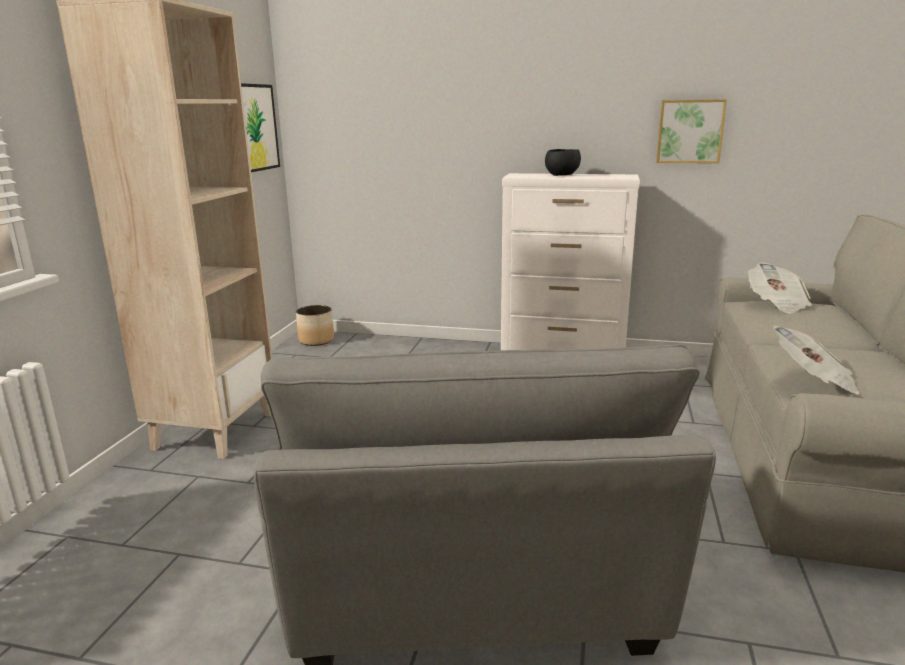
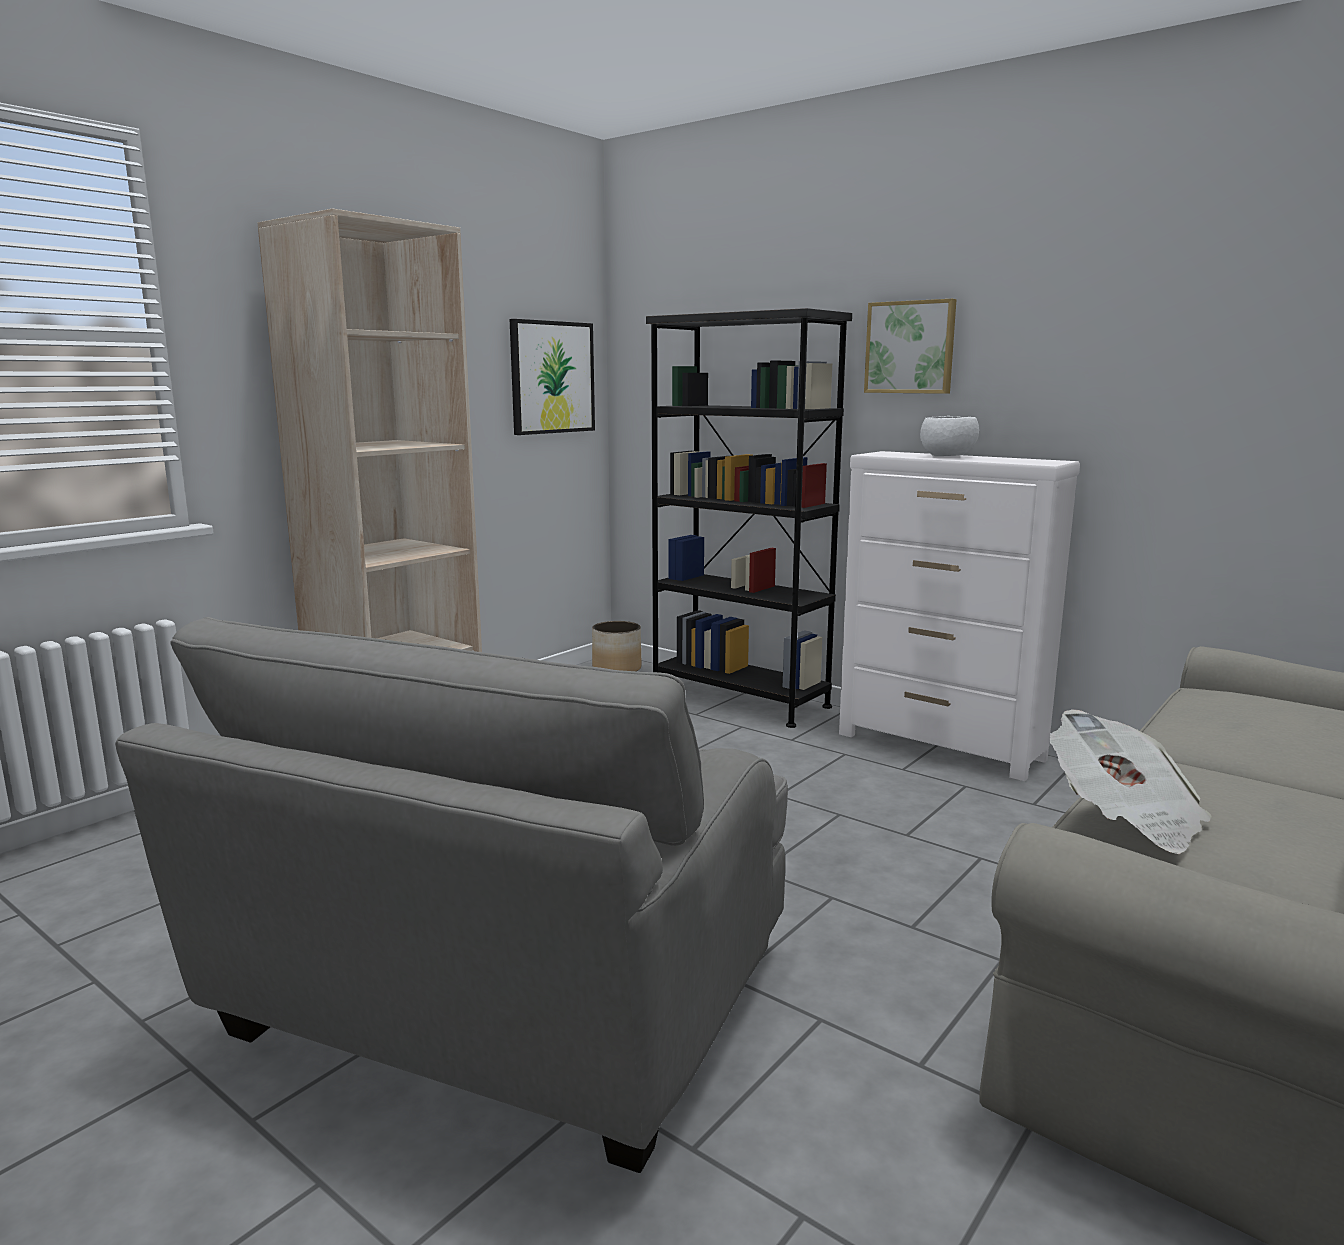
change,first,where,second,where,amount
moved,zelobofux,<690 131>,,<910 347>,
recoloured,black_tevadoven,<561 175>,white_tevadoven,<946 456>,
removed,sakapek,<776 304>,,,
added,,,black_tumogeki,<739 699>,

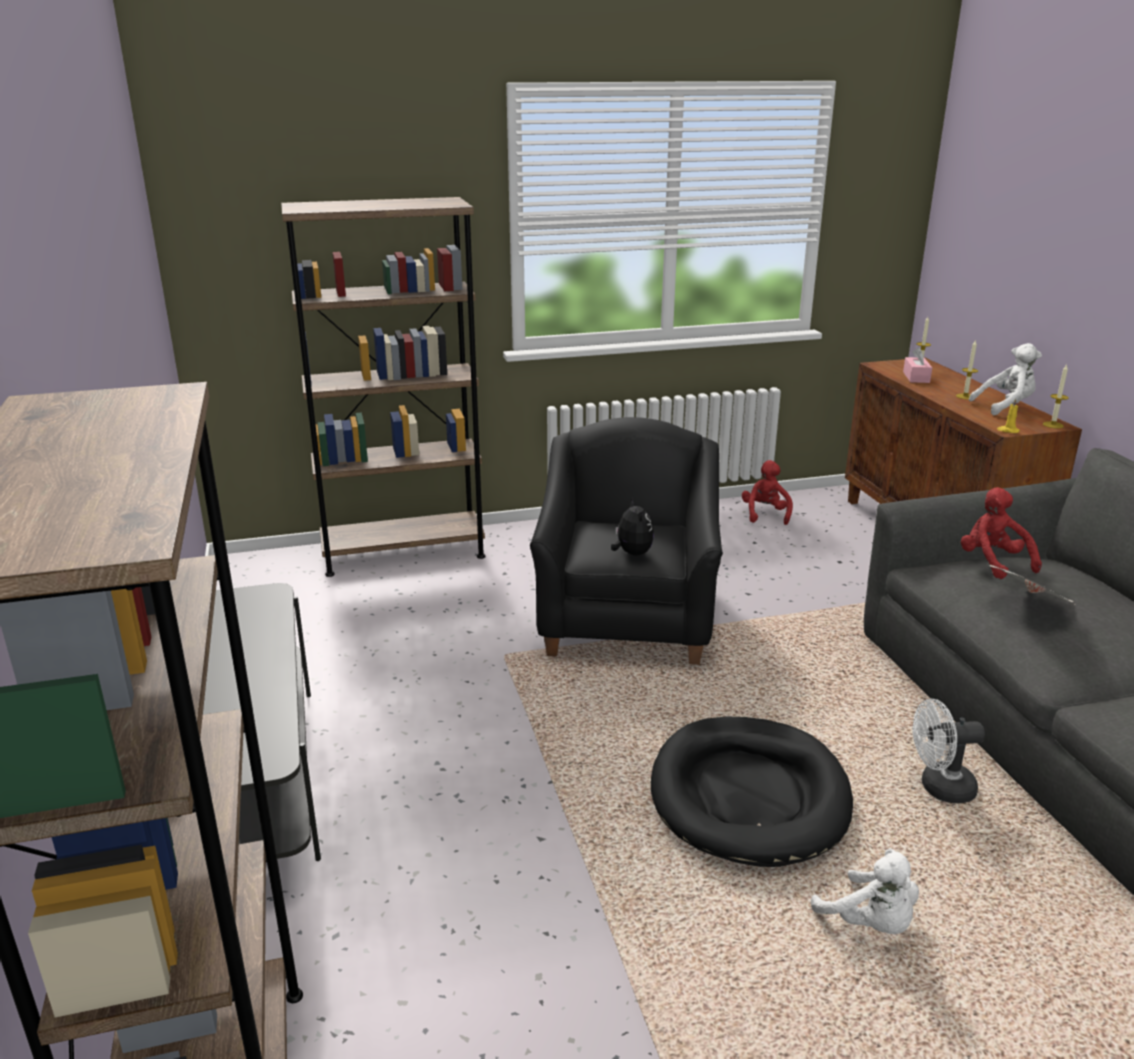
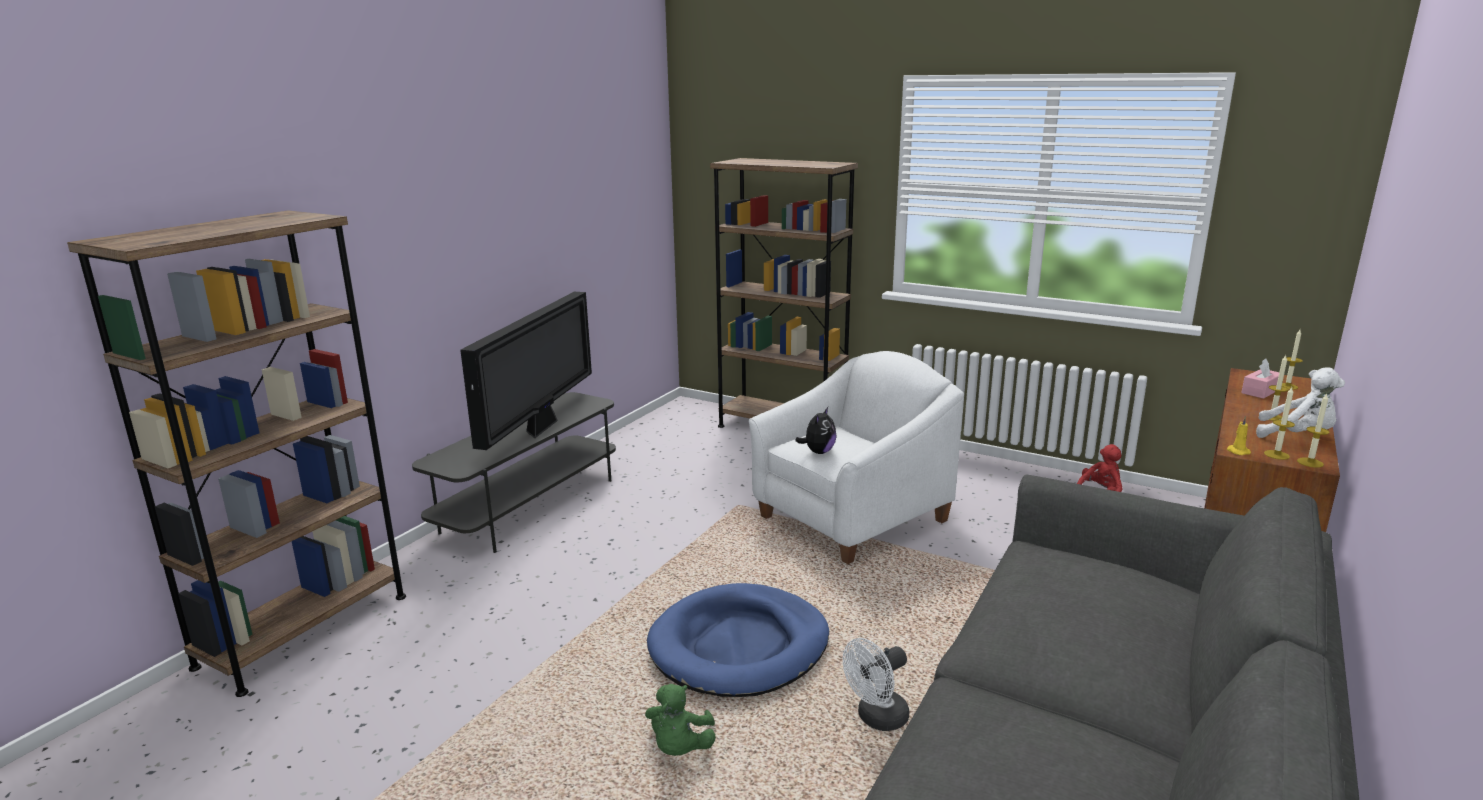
change,first,where,second,where,amount
recoloured,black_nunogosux,<627 619>,white_nunogosux,<851 519>,
removed,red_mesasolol,<992 562>,,,
removed,sakapek,<1031 606>,,,
turned,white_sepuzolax,<939 788>,,<876 719>,75 degrees counterclockwise
recoloured,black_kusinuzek,<749 795>,blue_kusinuzek,<739 646>,
recoloured,white_mesasolol,<870 923>,green_mesasolol,<680 748>,
added,,,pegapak,<542 427>,
added,,,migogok,<1276 455>,

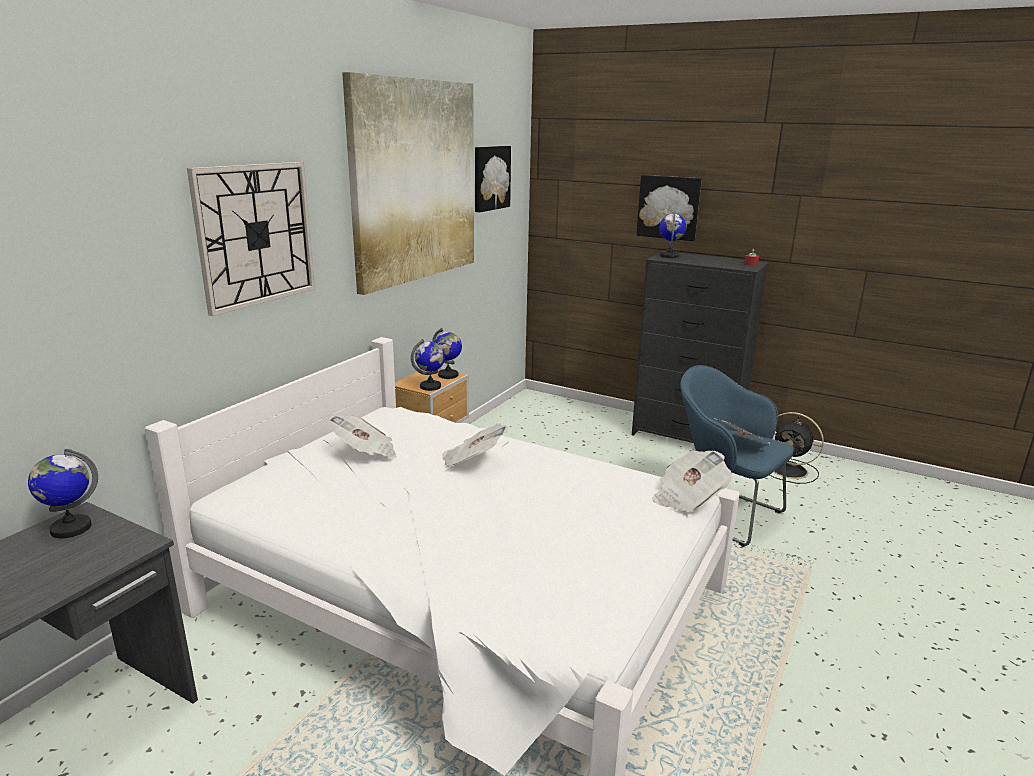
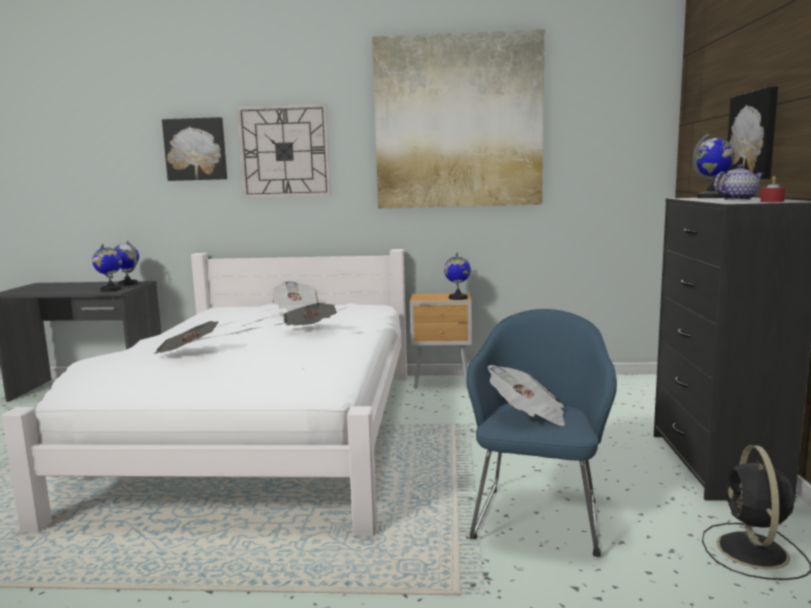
change,first,where,second,where,amount
moved,zelobofux,<490 178>,,<196 149>,
moved,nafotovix,<430 386>,,<111 290>,
moved,sakapek,<688 498>,,<188 354>,
added,,,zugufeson,<737 199>,

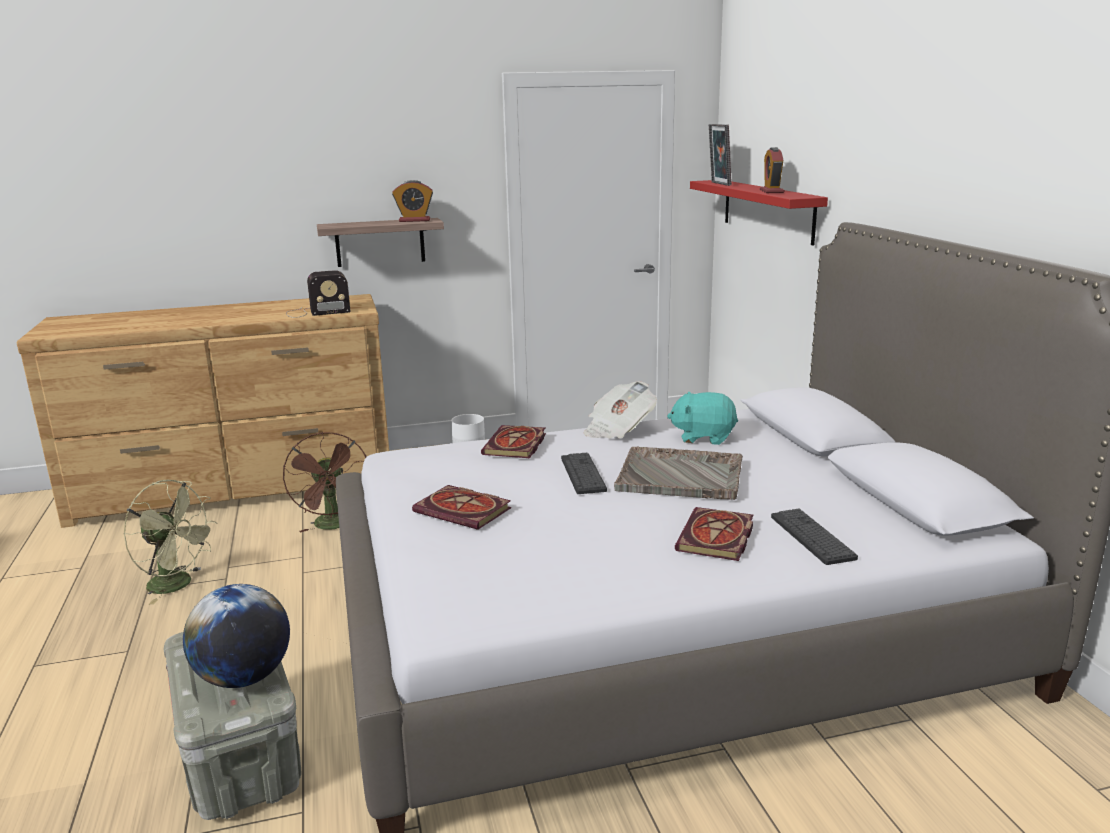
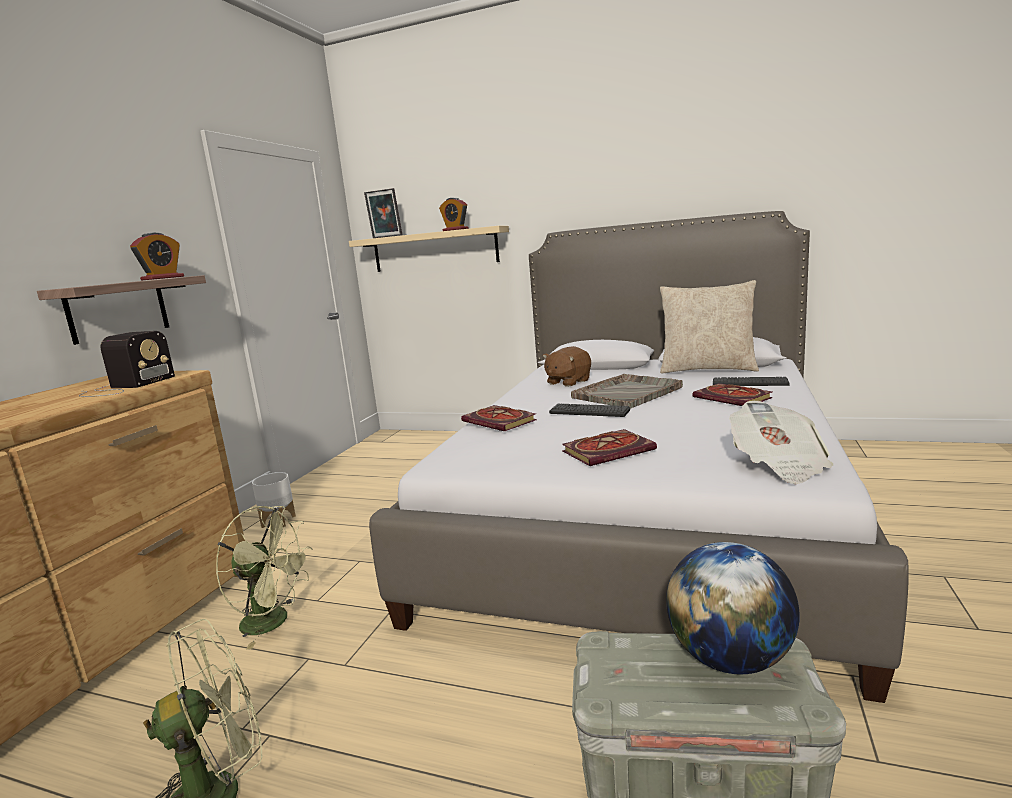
change,first,where,second,where,amount
recoloured,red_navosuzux,<767 210>,beige_navosuzux,<434 250>,
moved,sakapek,<618 429>,,<778 465>,
recoloured,turquoise_mesasolol,<703 437>,brown_mesasolol,<567 382>,
recoloured,brown_sepuzolax,<335 526>,green_sepuzolax,<274 622>,
added,,,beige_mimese,<707 369>,

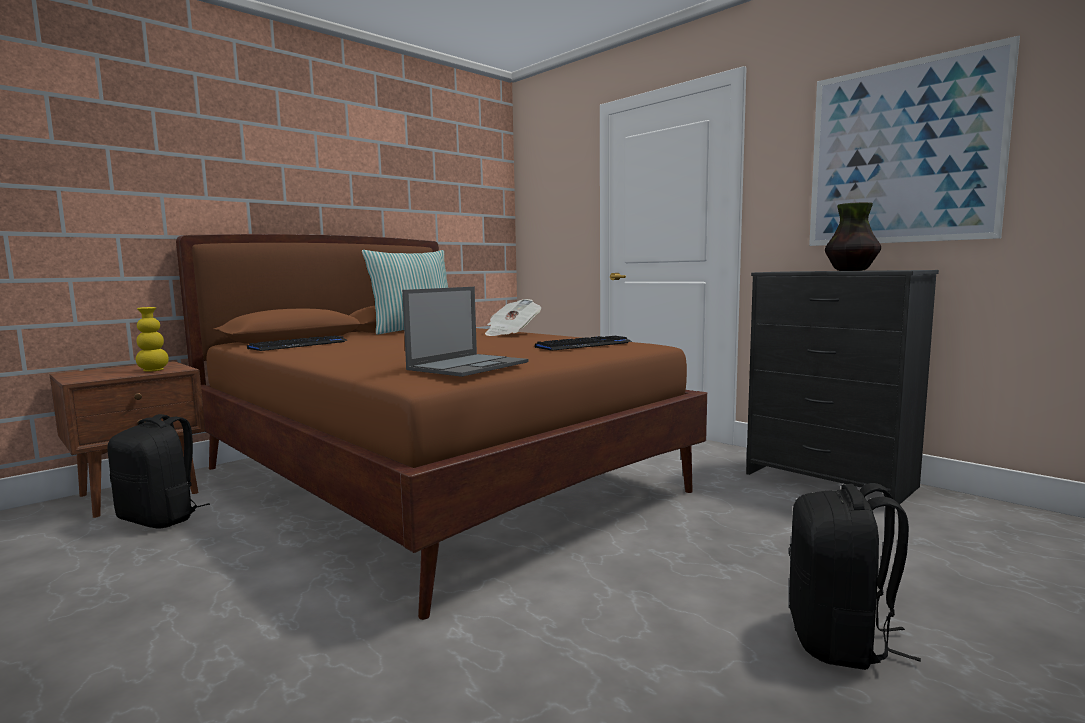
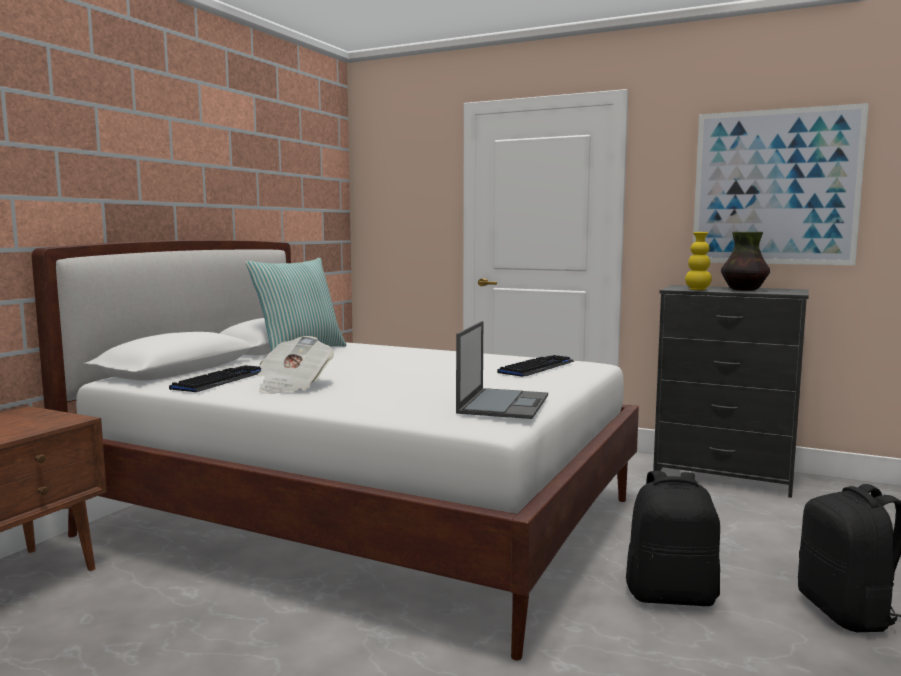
change,first,where,second,where,amount
recoloured,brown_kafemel,<434 479>,white_kafemel,<365 516>,
moved,sakapek,<511 333>,,<293 386>,
moved,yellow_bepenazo,<153 370>,,<697 290>,
moved,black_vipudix,<161 519>,,<671 595>,

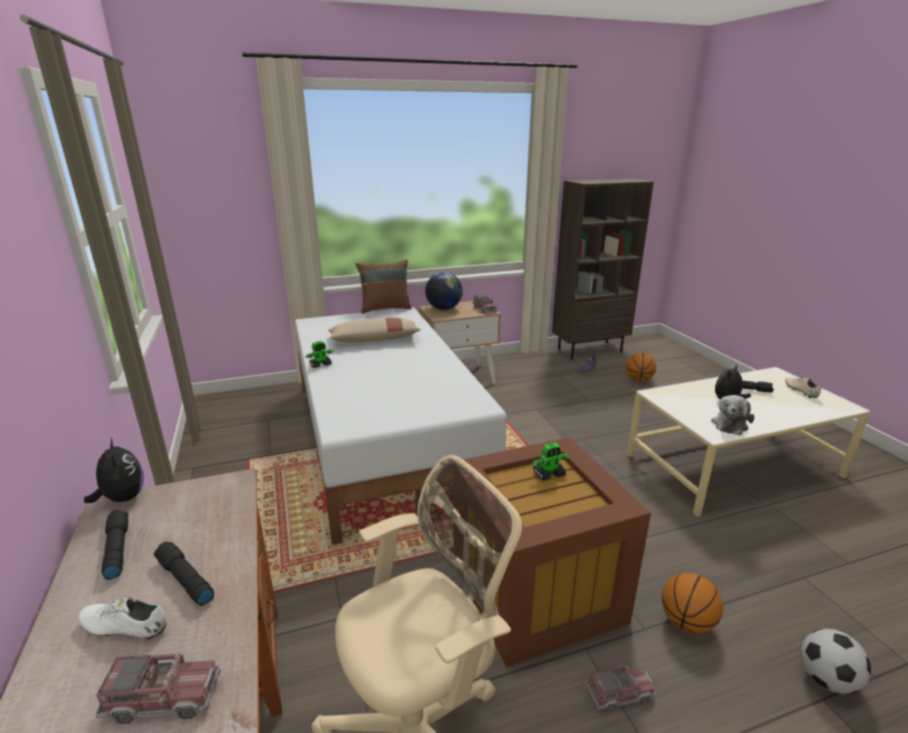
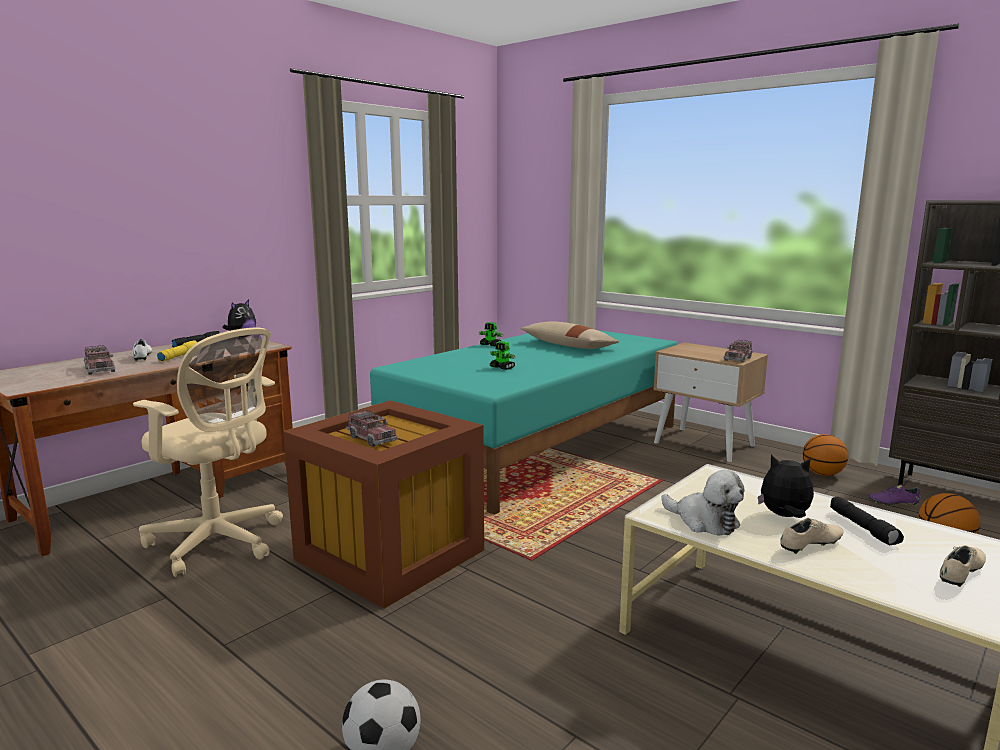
change,first,where,second,where,amount
removed,brown_mimese,<385 308>,,,
removed,nafotovix,<444 309>,,,
recoloured,white_kafemel,<386 437>,turquoise_kafemel,<538 446>,
turned,mesasolol,<730 424>,,<704 521>,135 degrees counterclockwise
moved,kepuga,<549 474>,,<502 368>,
recoloured,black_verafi,<184 580>,yellow_verafi,<179 356>,
moved,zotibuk,<686 622>,,<822 474>,
moved,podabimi,<619 694>,,<372 438>,
added,,,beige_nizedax,<811 545>,

